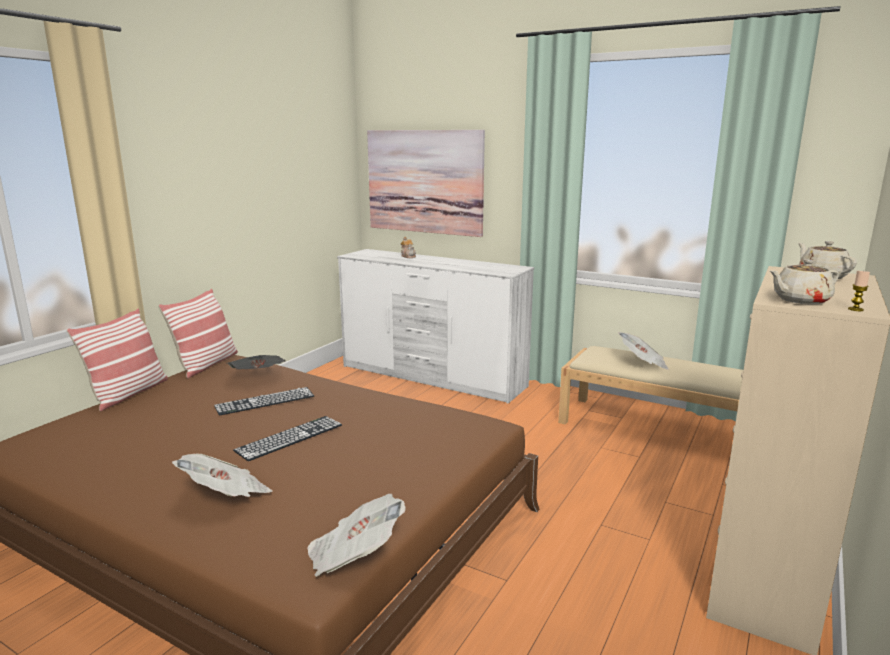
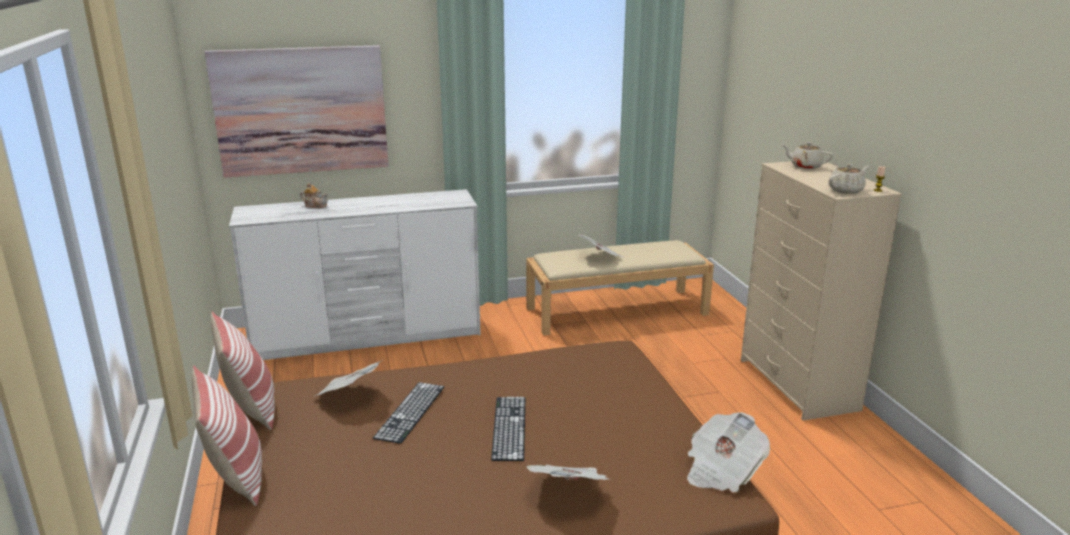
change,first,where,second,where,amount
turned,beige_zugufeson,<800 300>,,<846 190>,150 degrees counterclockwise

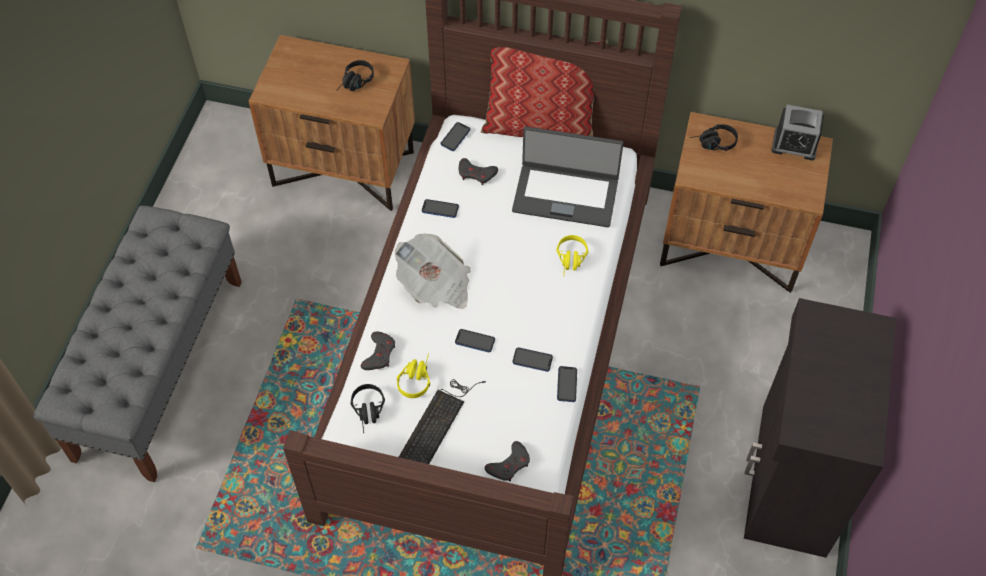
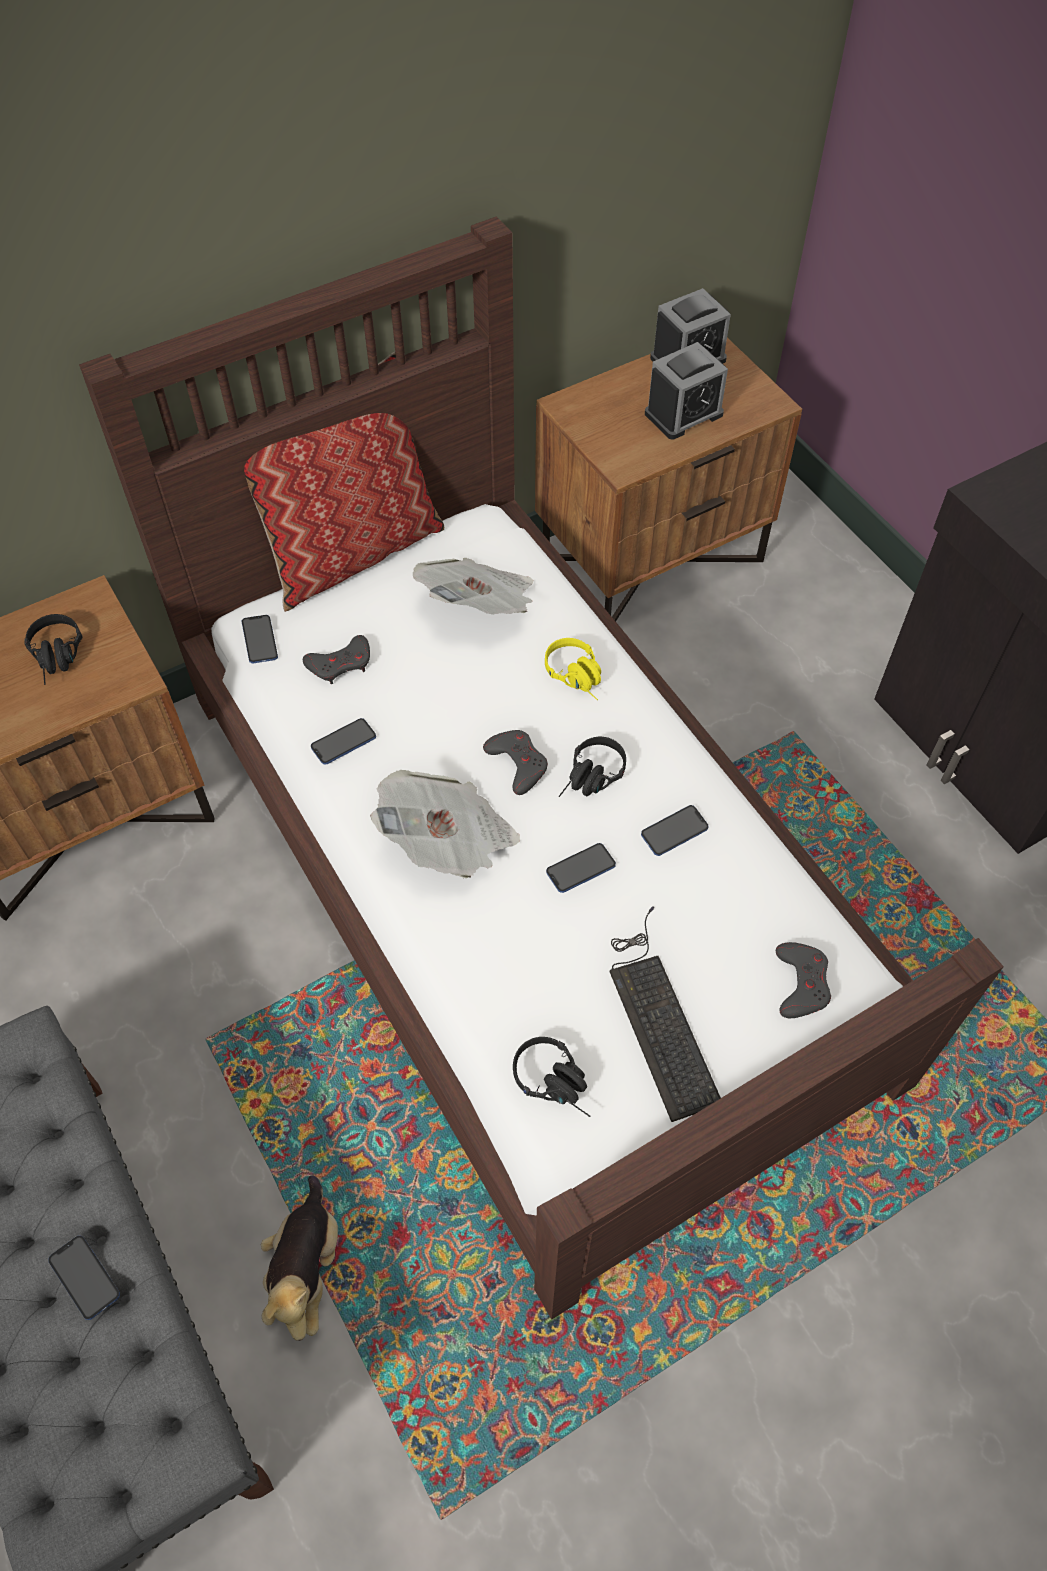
change,first,where,second,where,amount
moved,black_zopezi,<713 144>,,<591 780>,
replaced,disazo,<565 194>,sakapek,<480 606>,
moved,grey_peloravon,<379 354>,,<517 763>,
removed,yellow_zopezi,<416 378>,,,
moved,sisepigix,<567 384>,,<84 1277>,
added,,,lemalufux,<683 414>,
added,,,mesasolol,<306 1269>,

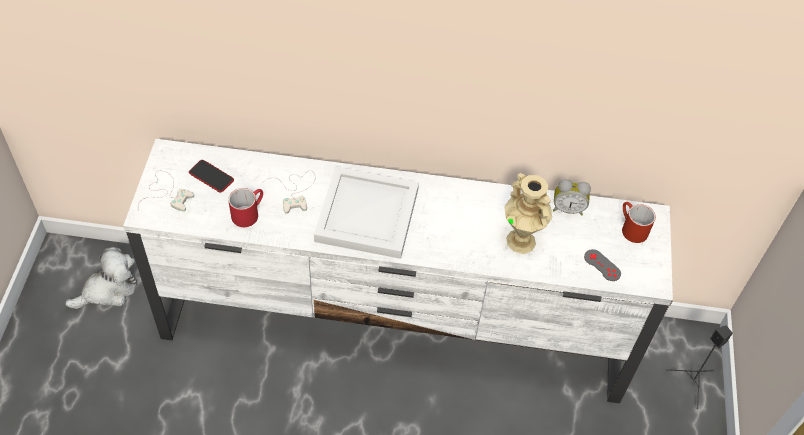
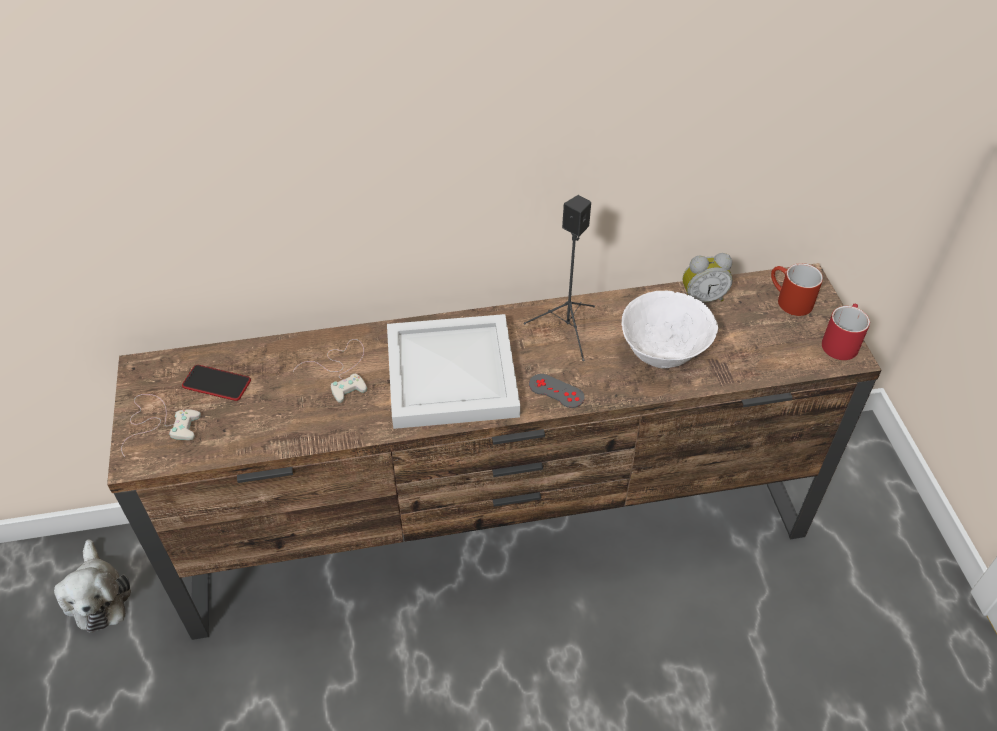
change,first,where,second,where,amount
recoloured,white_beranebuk,<396 329>,brown_beranebuk,<501 530>,
replaced,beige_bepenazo,<521 241>,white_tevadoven,<664 351>,
moved,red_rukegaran,<248 213>,,<840 341>,
turned,mesasolol,<109 290>,,<98 596>,120 degrees clockwise
moved,grey_peloravon,<602 265>,,<556 391>,
moved,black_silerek,<692 383>,,<568 330>,

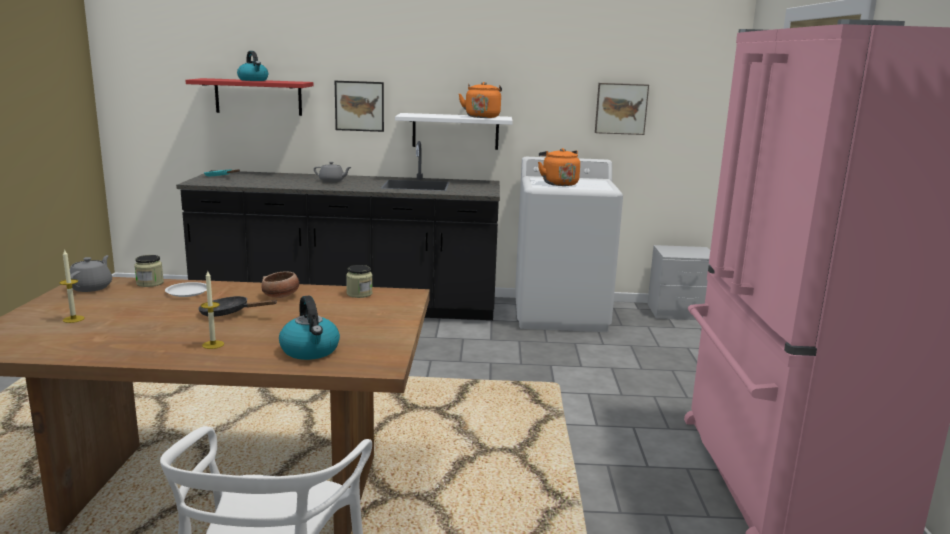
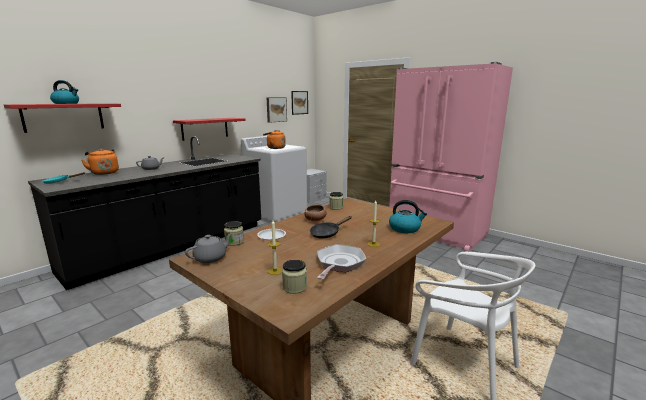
change,first,where,second,where,amount
moved,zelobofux,<359 106>,,<299 102>,
moved,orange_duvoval,<482 117>,,<104 172>,
recoloured,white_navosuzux,<455 131>,red_navosuzux,<205 128>,
turned,grey_zugufeson,<91 287>,,<211 258>,90 degrees clockwise
added,,,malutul,<339 264>,
added,,,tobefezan,<294 287>,

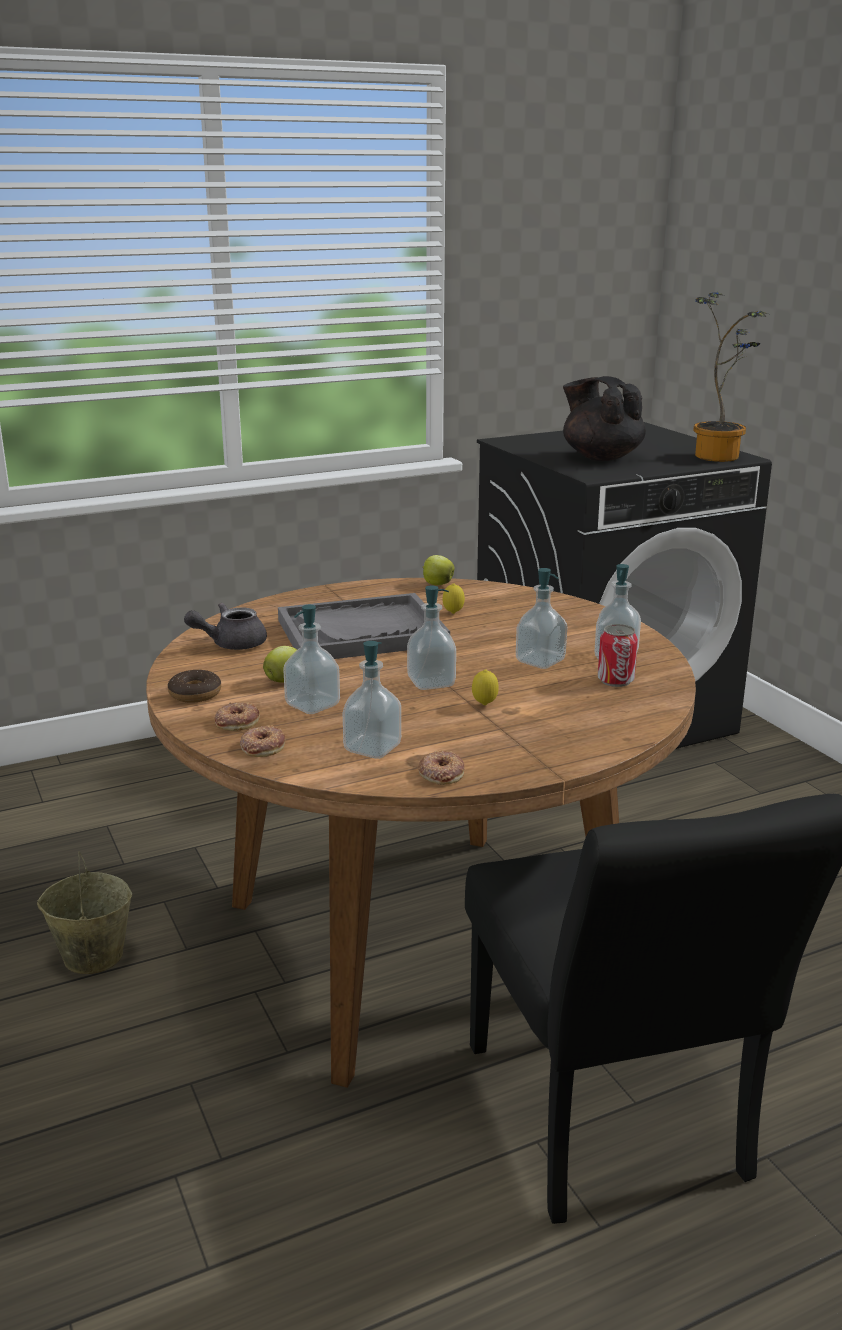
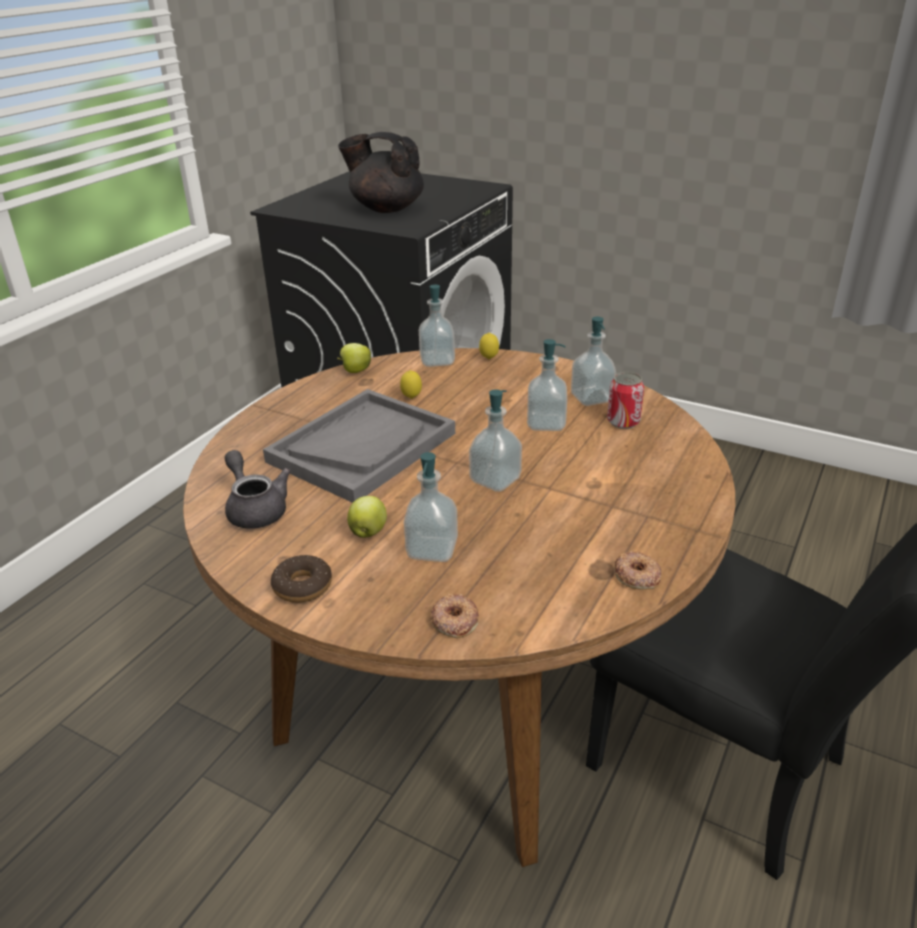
change,first,where,second,where,amount
removed,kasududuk,<720 455>,,,
turned,grey_zugufeson,<231 644>,,<255 509>,120 degrees clockwise
moved,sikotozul,<372 748>,,<437 360>,
moved,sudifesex,<484 705>,,<489 359>,
removed,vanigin,<236 721>,,,
removed,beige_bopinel,<92 956>,,,

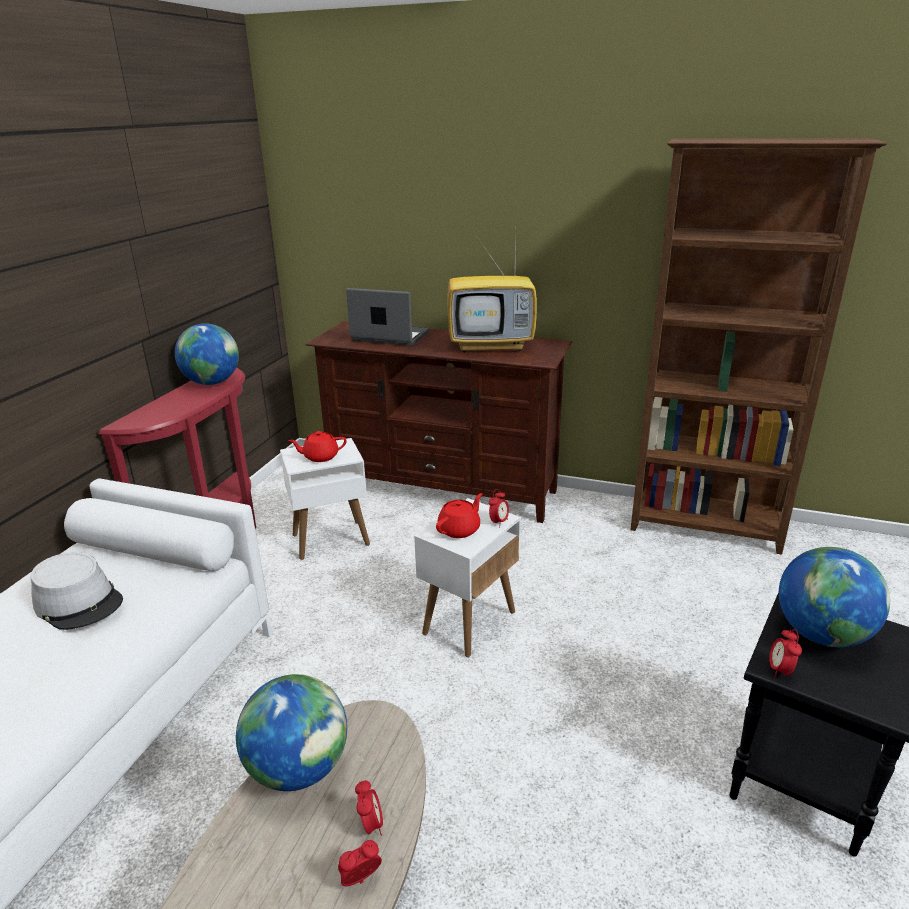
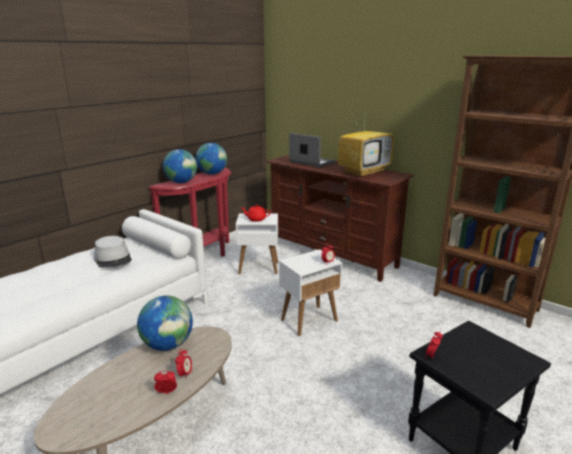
change,first,where,second,where,amount
turned,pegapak,<492 346>,,<364 172>,60 degrees counterclockwise
removed,red_zugufeson,<460 529>,,,
moved,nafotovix,<821 634>,,<181 182>,

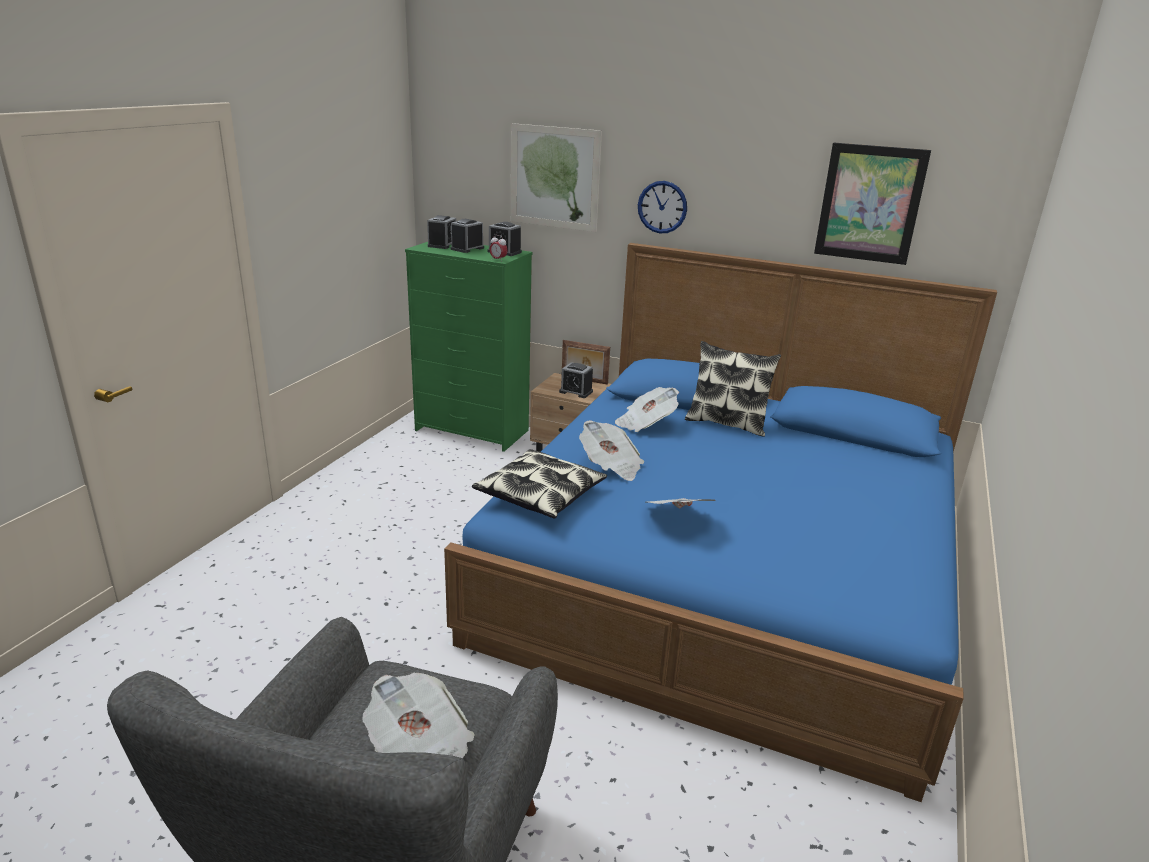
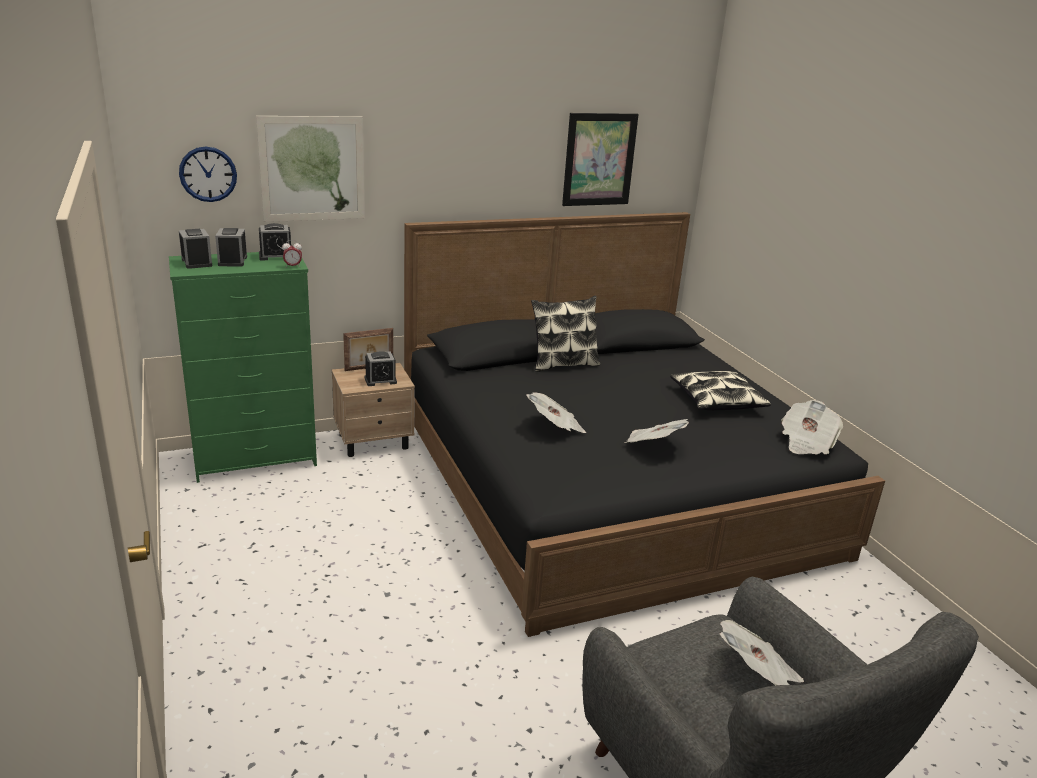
change,first,where,second,where,amount
moved,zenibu,<662 207>,,<208 174>,
recoloured,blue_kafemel,<725 572>,black_kafemel,<607 484>,
moved,sakapek,<645 424>,,<806 443>,
moved,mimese,<540 494>,,<716 400>,

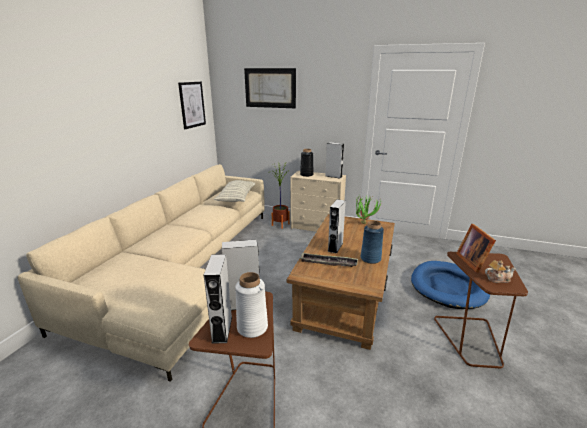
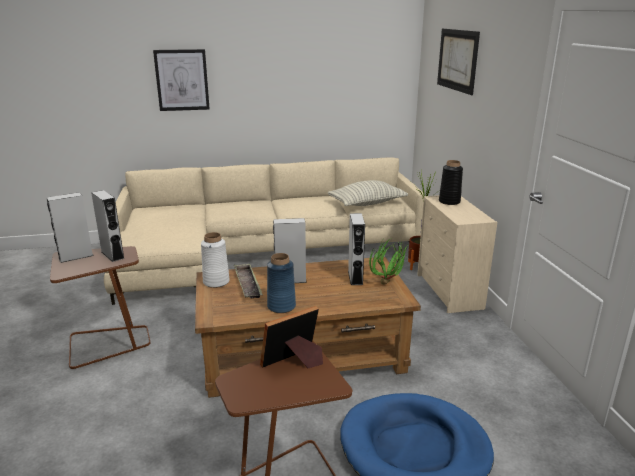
change,first,where,second,where,amount
moved,zelobofux,<192 104>,,<182 80>,
moved,grey_silerek,<333 176>,,<355 277>,
removed,zugufeson,<497 279>,,,
moved,white_bepenazo,<252 327>,,<216 282>,

